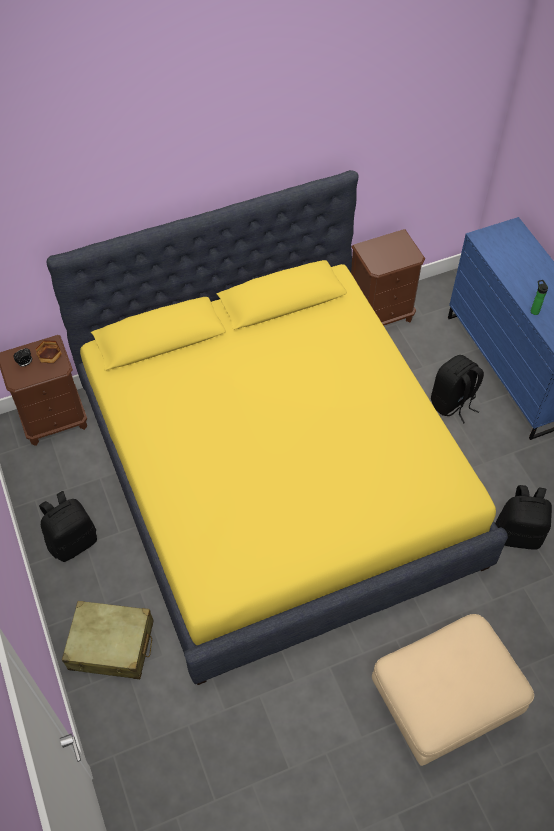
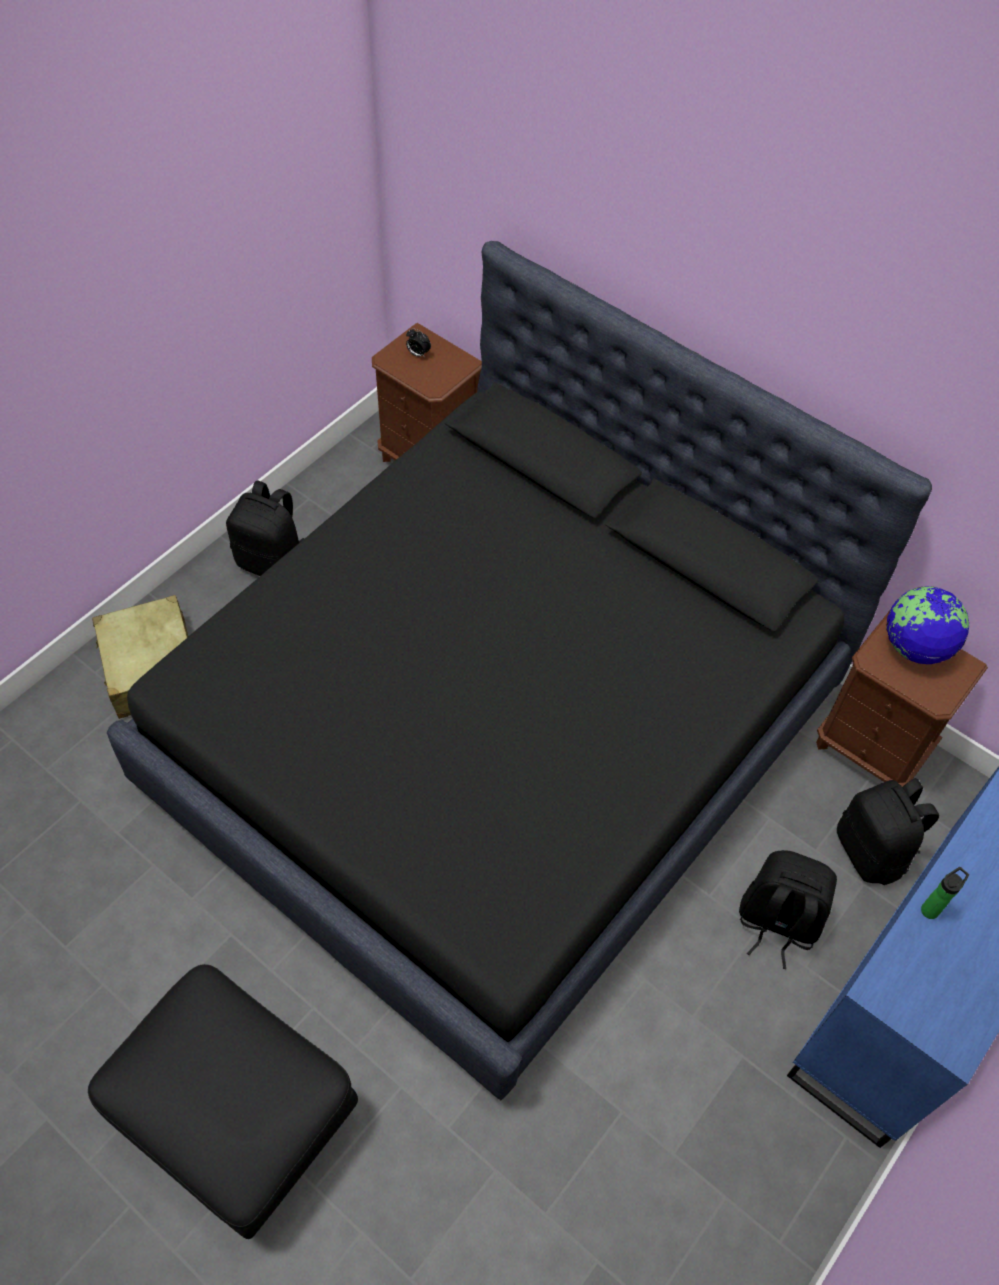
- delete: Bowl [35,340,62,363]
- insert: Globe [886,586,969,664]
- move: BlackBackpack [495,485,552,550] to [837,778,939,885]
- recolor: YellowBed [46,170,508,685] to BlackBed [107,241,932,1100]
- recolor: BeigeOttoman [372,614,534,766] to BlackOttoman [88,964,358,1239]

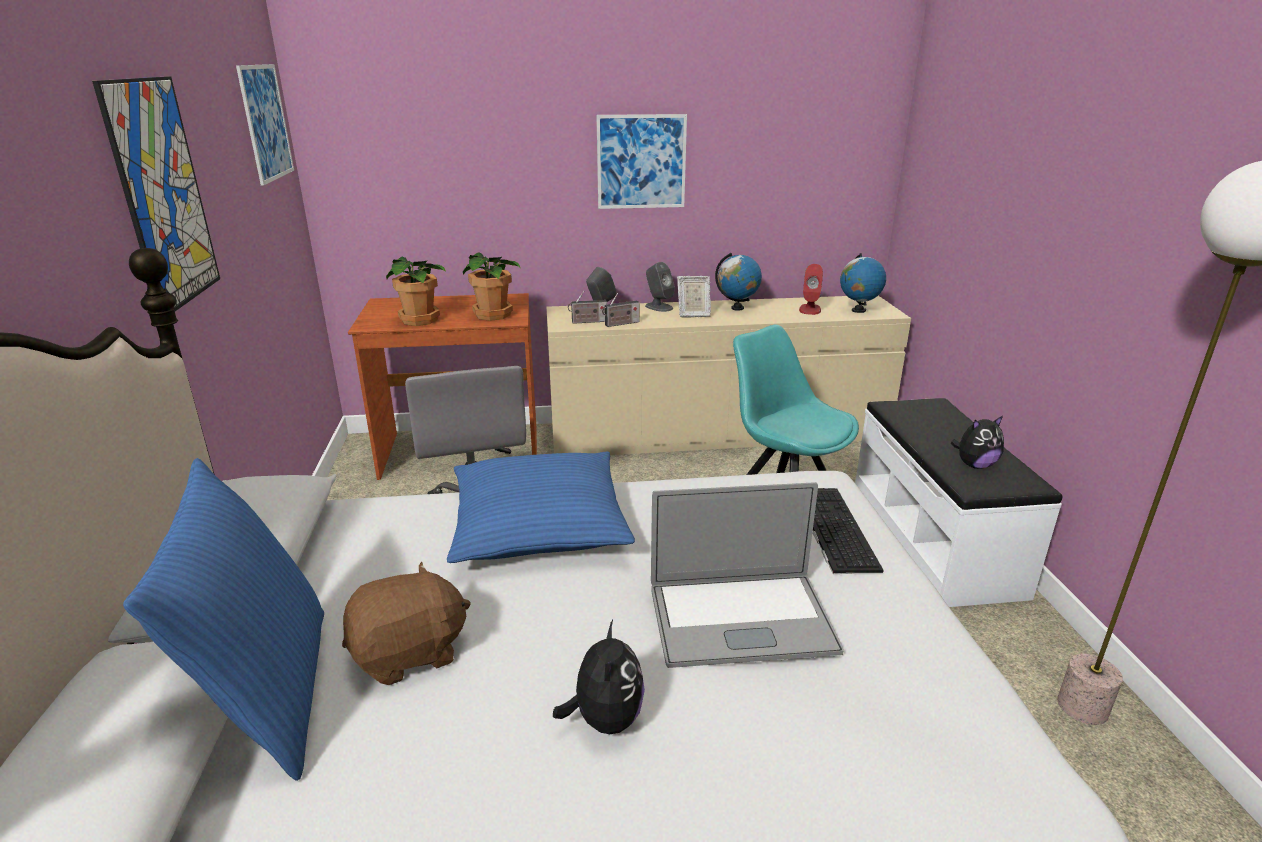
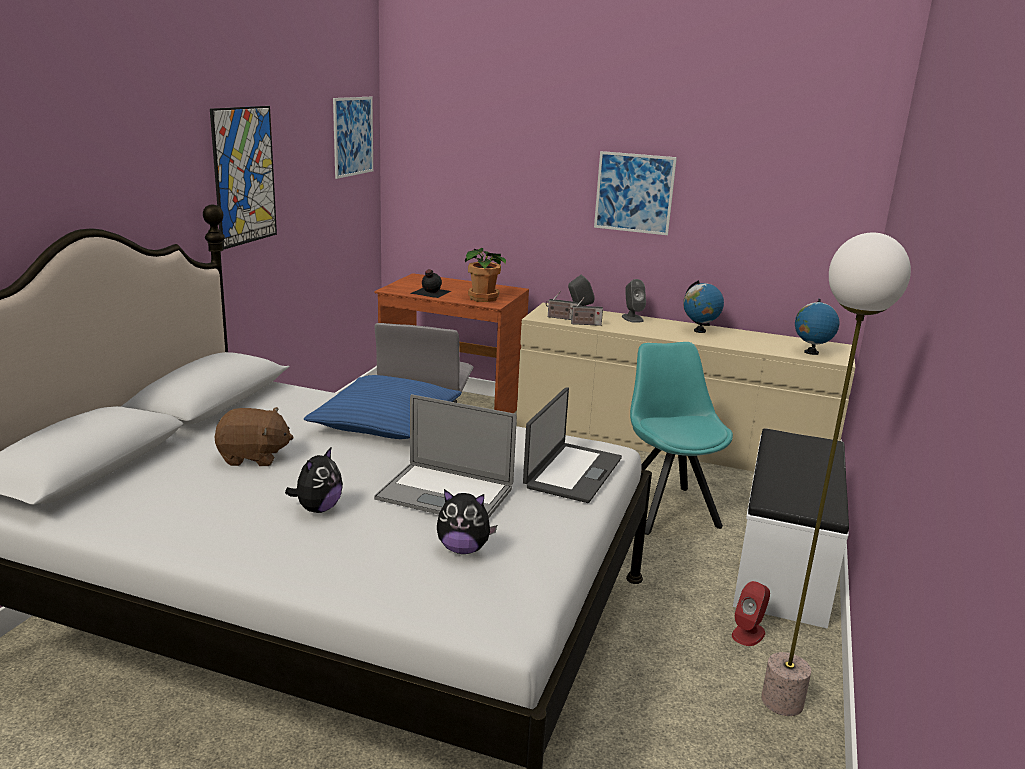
- delete: BluePillow [123,458,324,780]
- delete: PictureFrame [677,276,711,318]
- move: RedSpeaker [799,264,823,315] to [732,581,770,646]
- move: PlushToy [951,416,1004,469] to [437,489,497,554]
- replace: PottedPlant [386,257,446,326] to BlackBottle [410,269,451,298]
- replace: Keyboard [813,488,884,574] to Laptop [523,387,622,503]

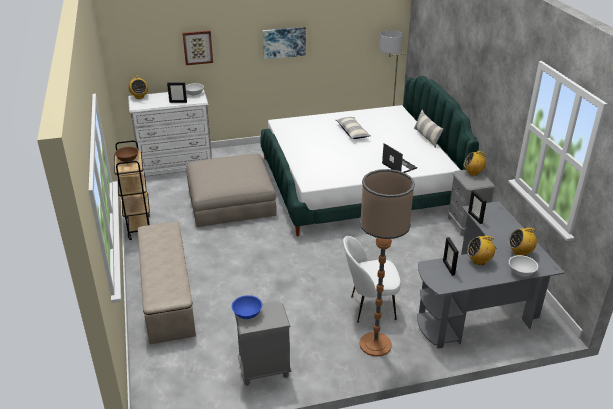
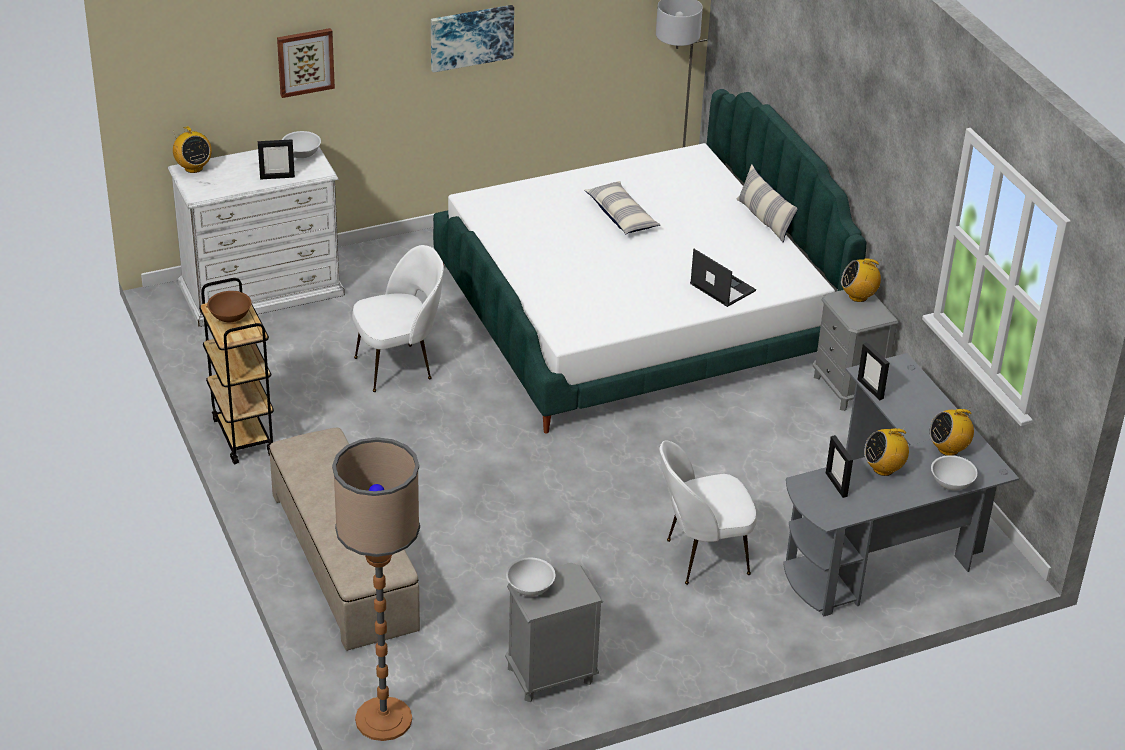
- move: FloorLamp [359,169,415,357] to [332,437,420,741]
- replace: BeigeOttoman [186,154,277,227] to WhiteChair [352,245,444,392]
- recolor: BlueBowl [231,295,262,319] to WhiteBowl [506,558,555,596]

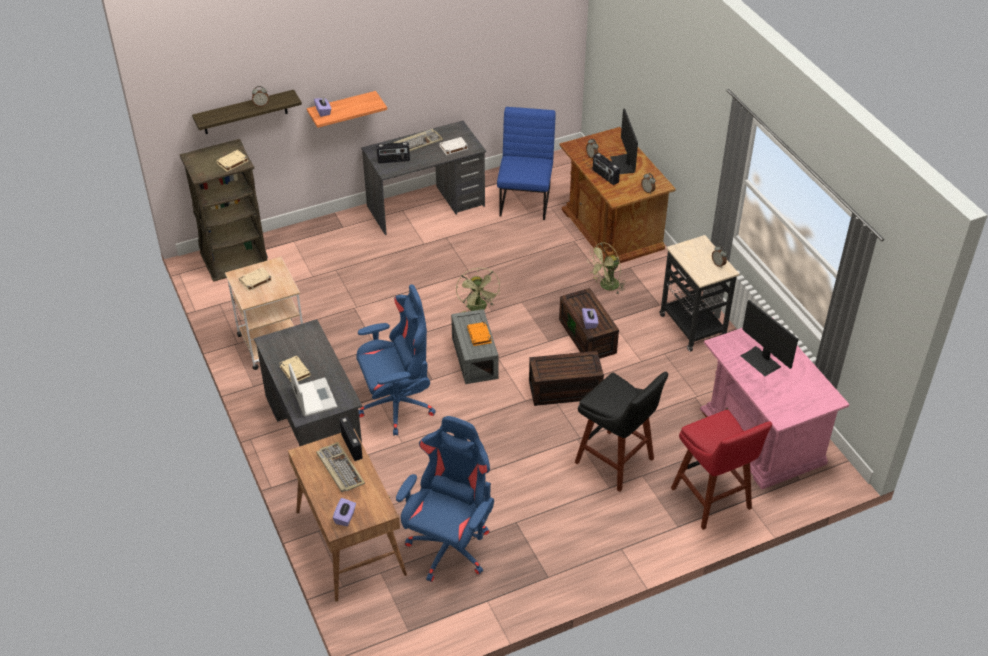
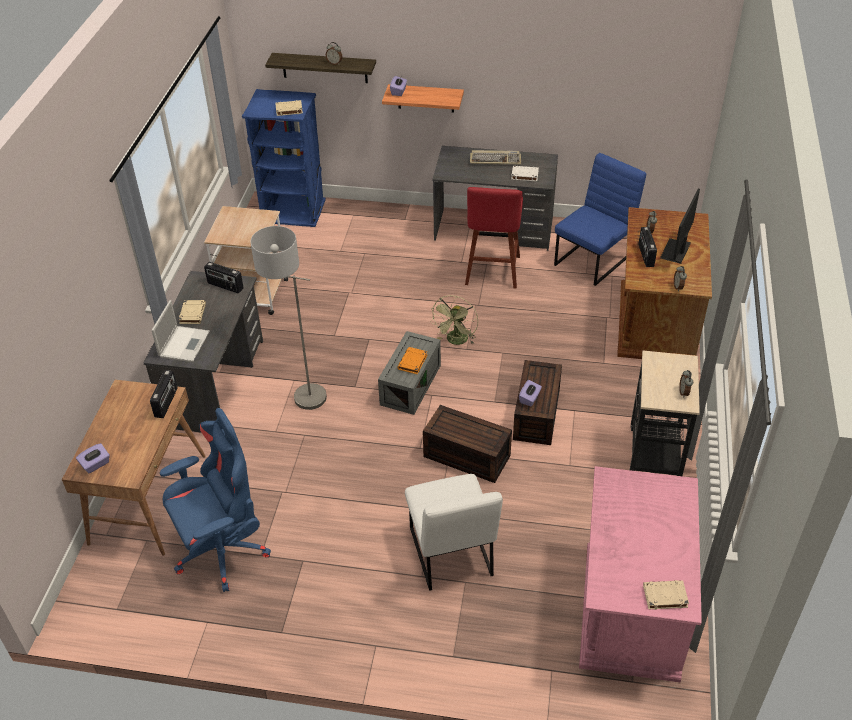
- delete: Keyboard [316,442,365,492]
- delete: GreenFan [587,242,626,294]
- delete: Monitor [740,300,798,376]
- move: BeigeBook [239,267,272,291] to [643,580,689,610]
- move: Radio [376,142,410,163] to [204,262,244,293]
- move: RedStool [671,410,772,530] to [465,187,523,289]
- replace: BlueOfficeChair [356,284,436,436] to GreyFloorLamp [251,226,327,410]
- replace: BlackStool [575,372,668,492] to WhiteChair [405,474,503,591]
- recolor: BrownBookcase [180,139,268,282] to BlueBookcase [242,89,326,227]

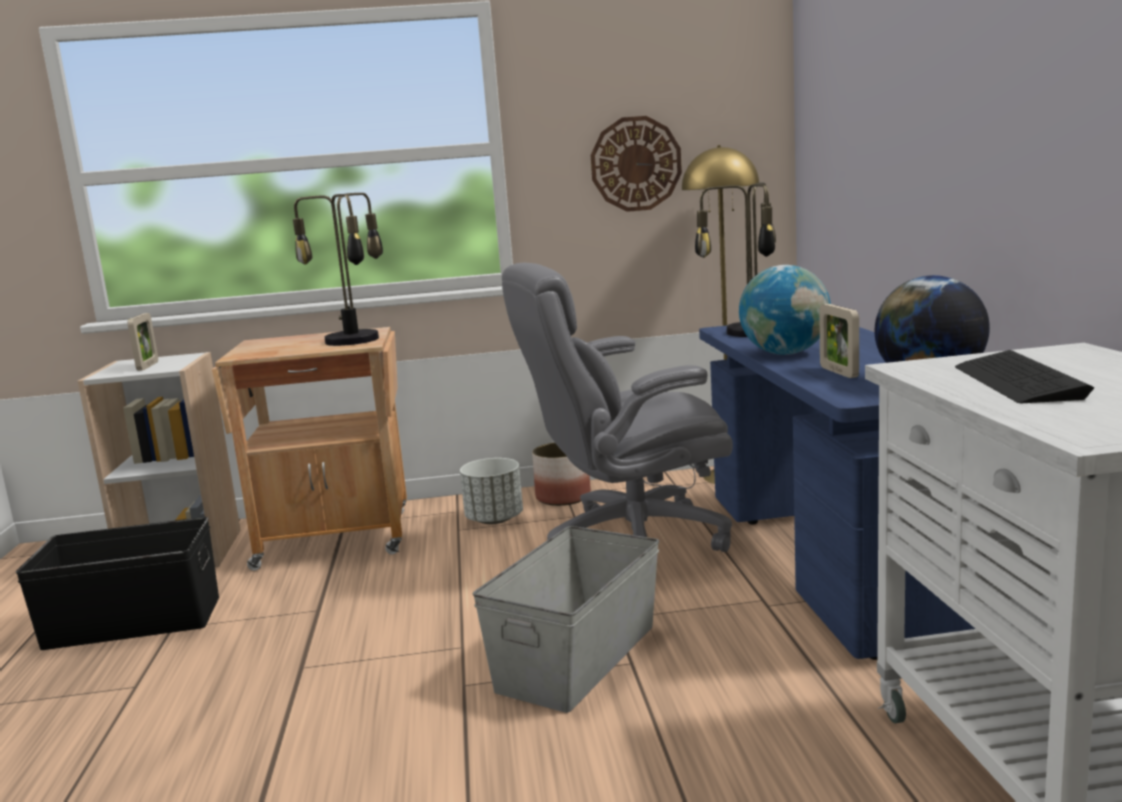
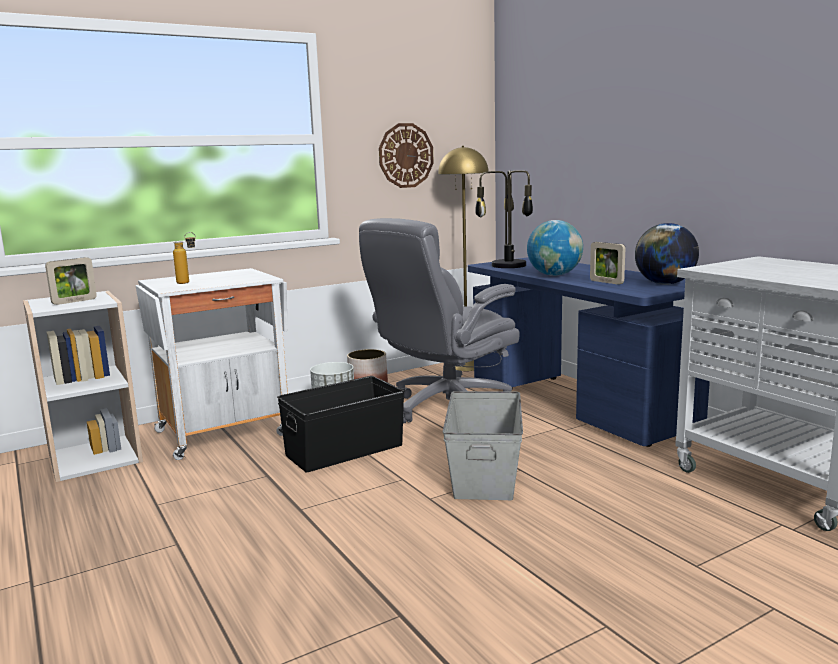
- delete: TableLamp [293,193,383,346]
- delete: Keyboard [955,350,1095,403]
- insert: Bottle [173,232,196,284]
- move: BlackStorageBox [16,517,219,650] to [277,376,405,472]
- recolor: BrownCart [212,327,407,571] to WhiteCart [135,268,288,460]
- rotate: PictureFrame [127,313,158,371] = [45,257,97,305] 75 degrees clockwise

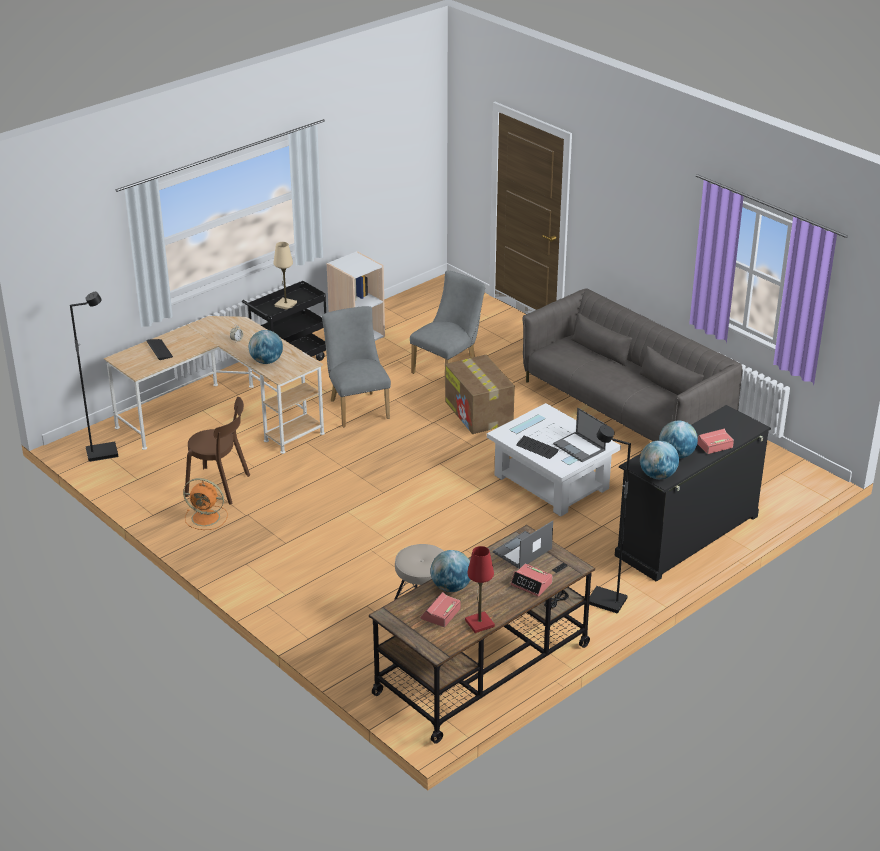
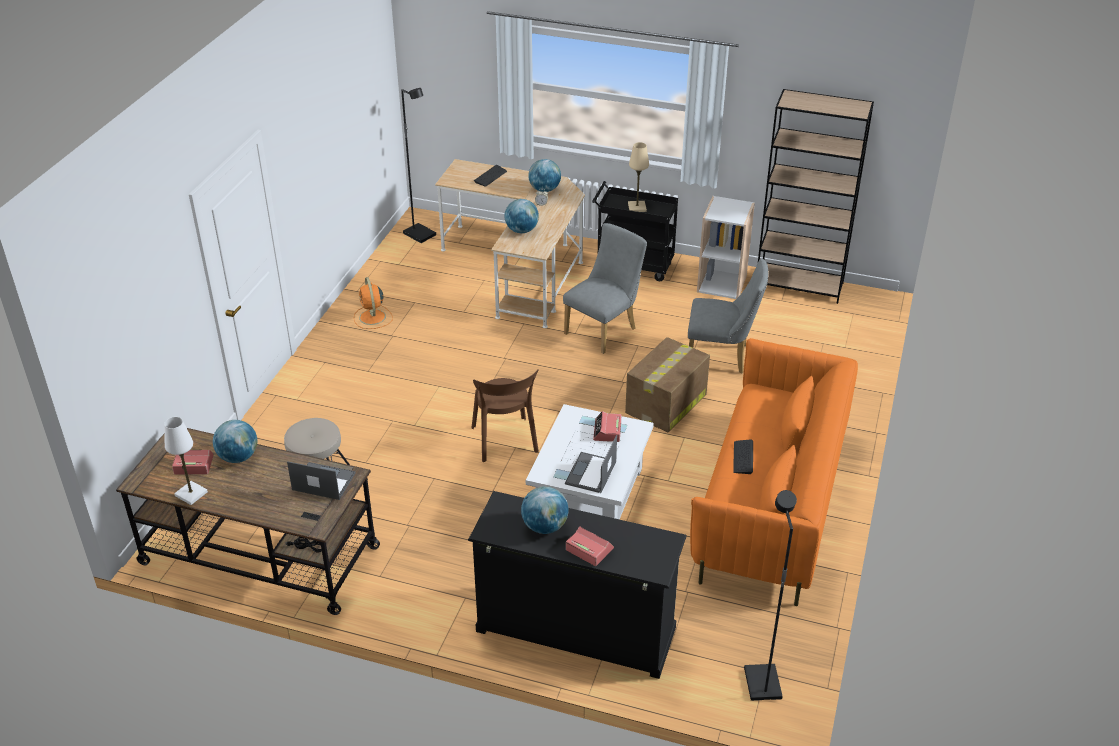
- insert: BeigeBookcase [758,89,874,304]
- move: BrownChair [185,397,250,505] to [472,369,539,462]
- move: AlarmClock [510,564,552,597] to [593,411,621,442]
- move: Keyboard [516,436,559,459] to [733,439,753,474]
- move: BlackFloorLamp [589,425,631,613] to [744,490,797,701]
- move: Globe [640,441,679,479] to [528,159,561,192]
- recolor: RedTableLamp [465,546,495,633] to WhiteTableLamp [164,417,208,505]
- recolor: GreySofa [522,288,742,441] to OrangeSofa [690,338,858,606]

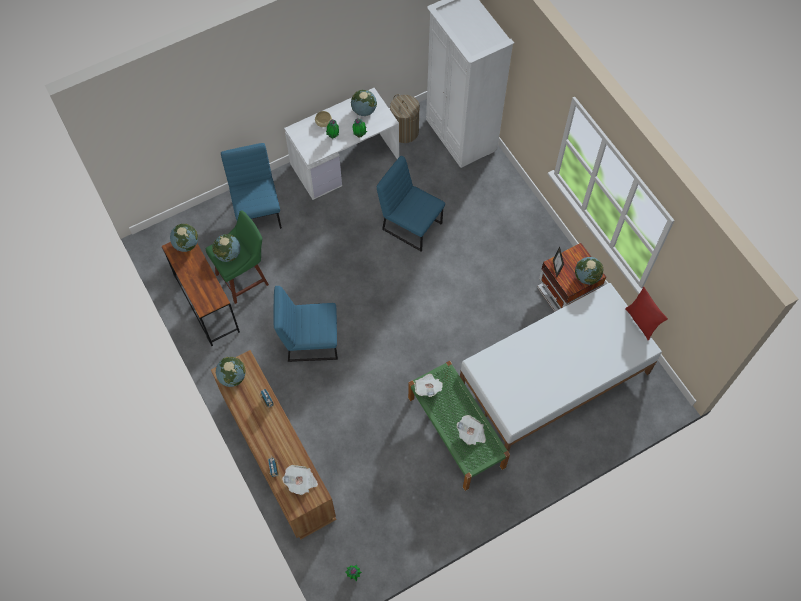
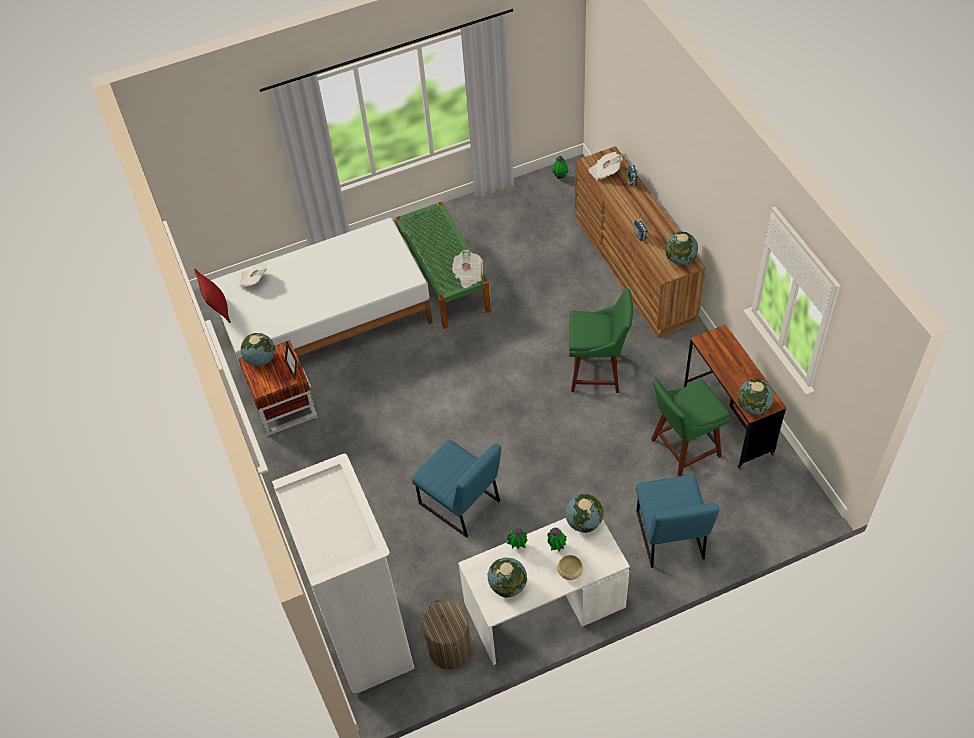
- move: Globe [212,234,241,262] to [566,494,604,533]
- move: Newspaper [457,415,486,445] to [239,263,267,286]
- replace: BlueChair [274,286,338,362] to GreenStool [569,288,633,393]

